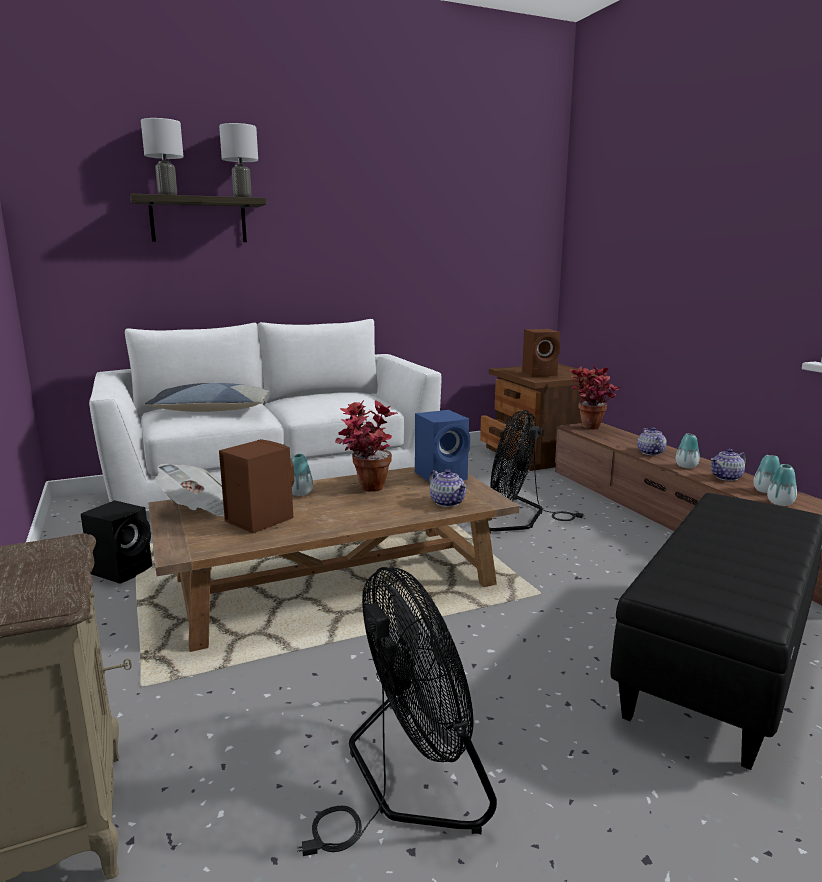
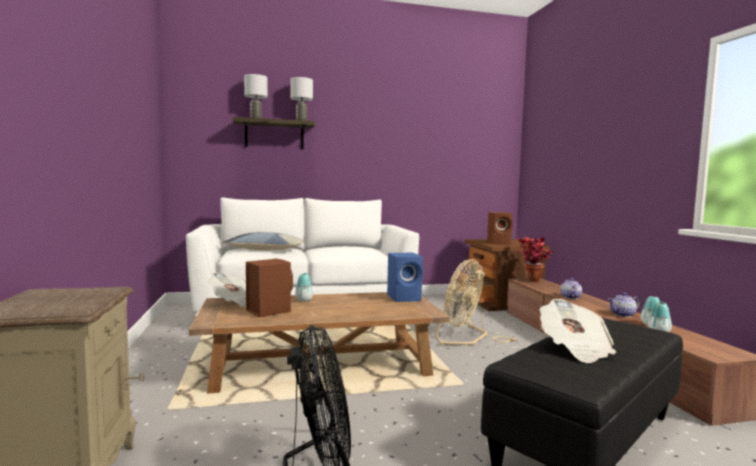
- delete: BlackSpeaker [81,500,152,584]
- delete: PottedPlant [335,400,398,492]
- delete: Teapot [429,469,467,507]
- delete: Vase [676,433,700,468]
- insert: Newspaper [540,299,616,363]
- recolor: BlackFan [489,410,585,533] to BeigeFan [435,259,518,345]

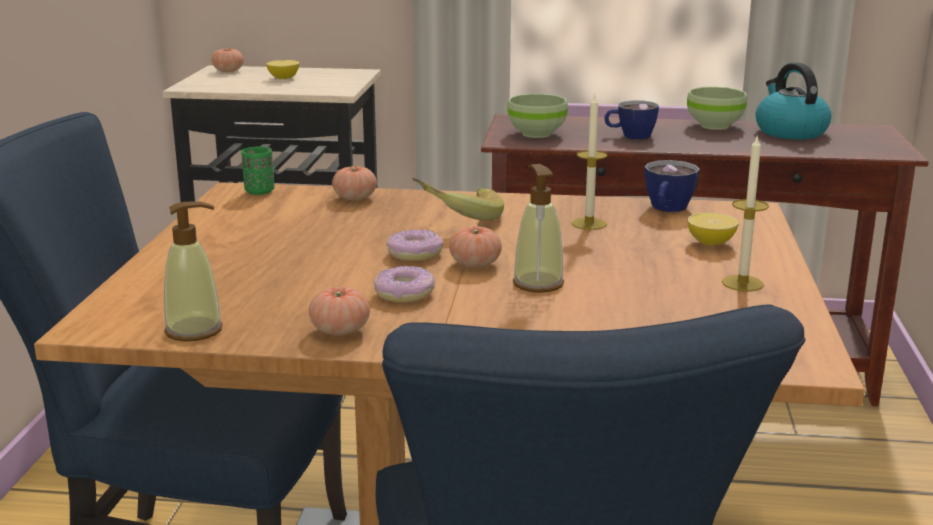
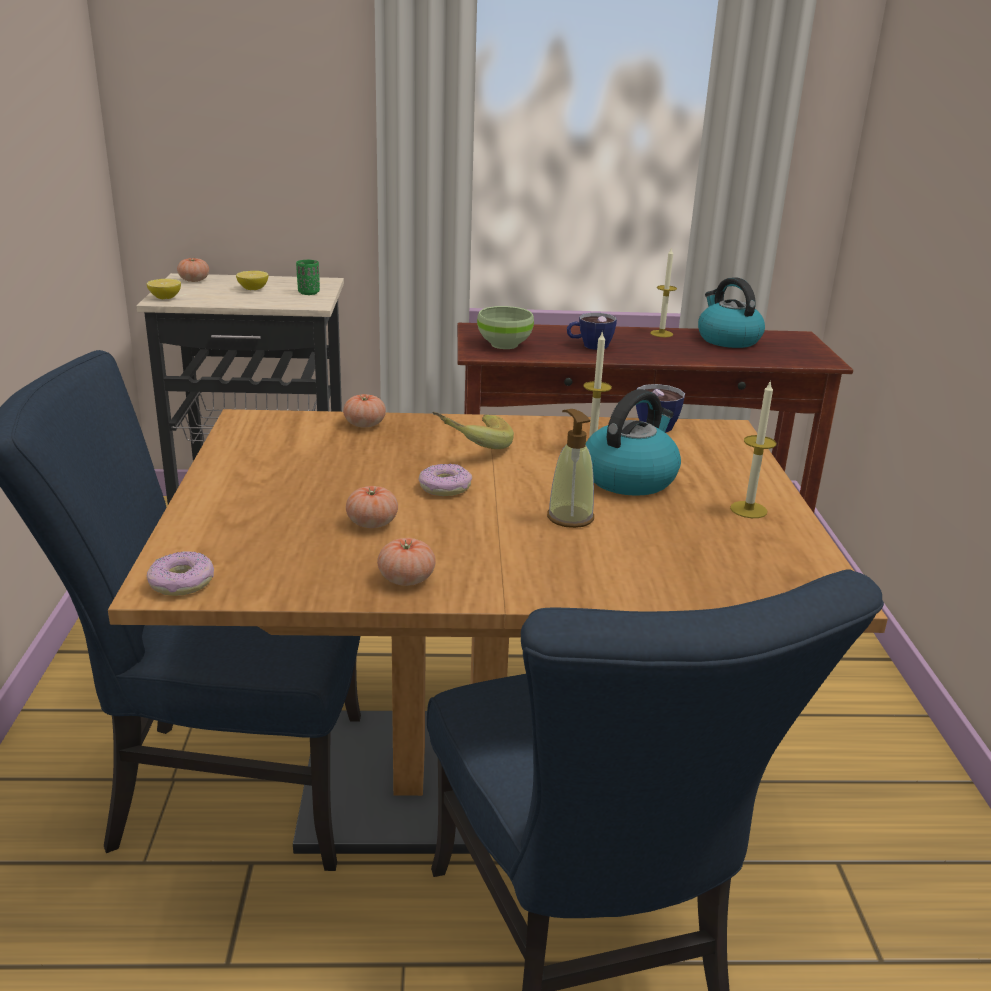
- delete: SoapDispenser [164,201,223,342]
- insert: Kettle [586,389,681,496]
- move: GreenCup [241,146,275,195] to [296,260,320,295]
- move: Donut [374,266,435,303] to [147,551,214,596]
- move: Tomato [449,226,502,268] to [346,486,398,528]
- move: Lemon [688,213,739,246] to [147,279,181,299]
- replace: GreenBowl [687,87,747,130] to Candle [650,247,677,337]

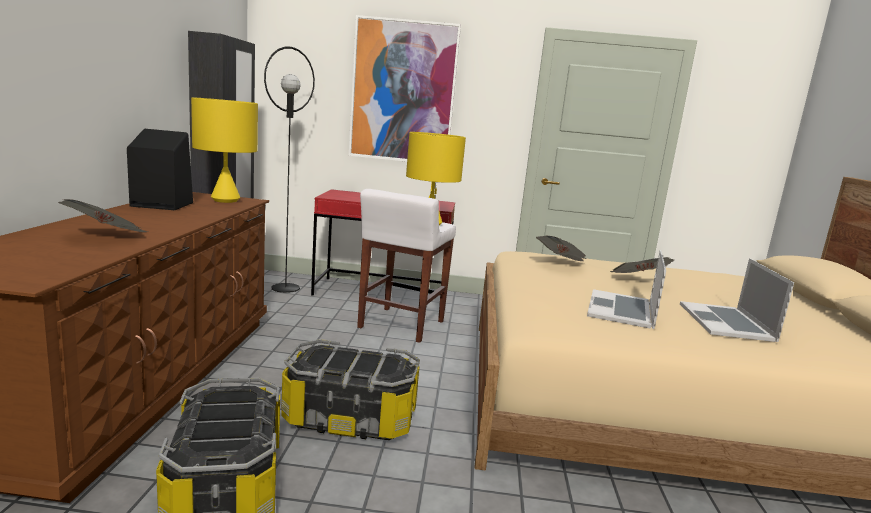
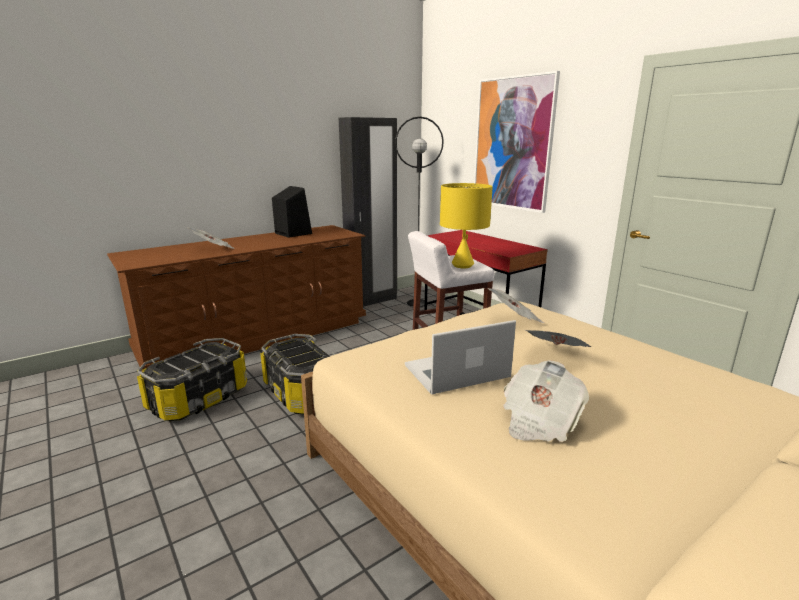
- delete: YellowTableLamp [191,97,258,203]
- replace: Laptop [680,258,794,342] to Newspaper [503,360,589,442]

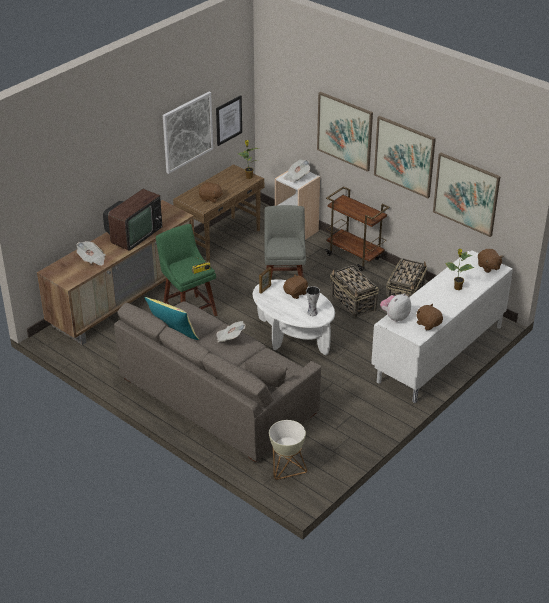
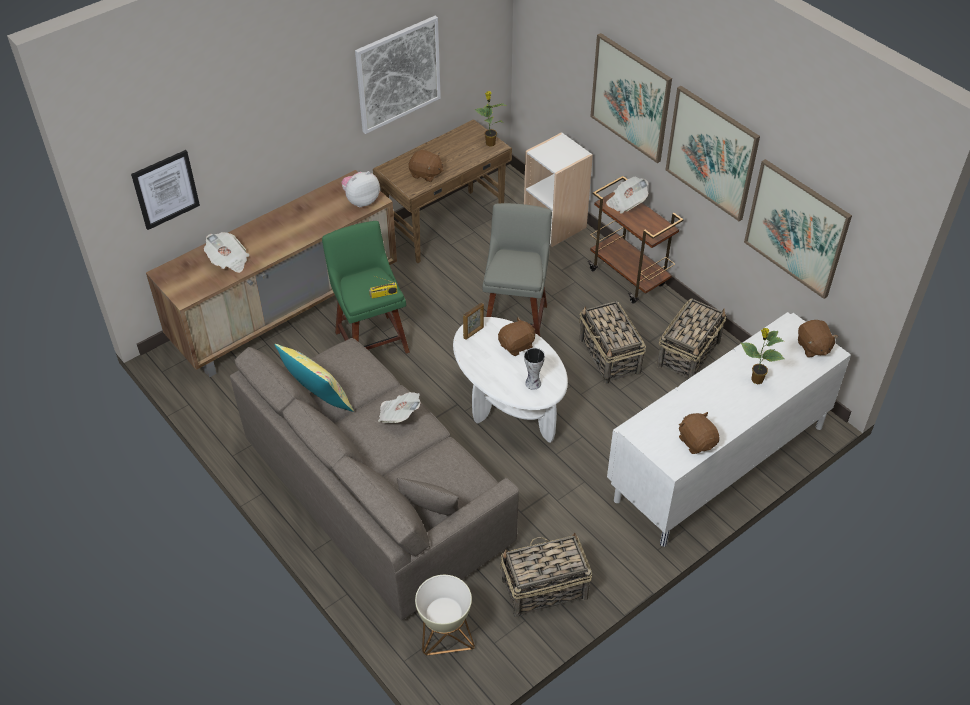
- delete: Television [103,189,162,250]
- insert: Basket [500,532,592,618]
- move: Picture [216,95,242,146] to [131,150,200,230]
- move: Newspaper [284,159,311,182] to [606,177,649,214]
- move: PlushToy [380,293,411,322] to [342,171,380,207]

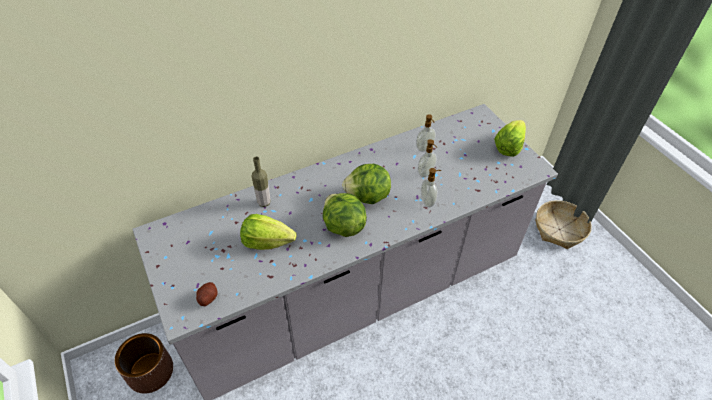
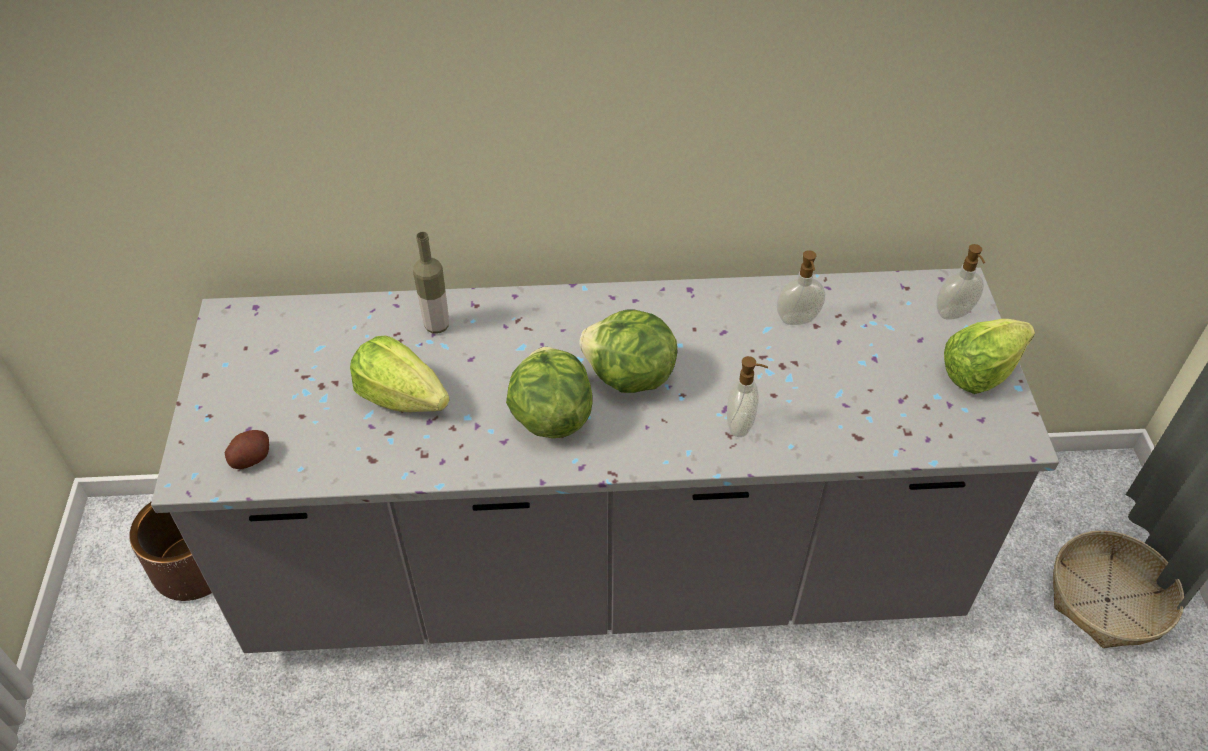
- move: SoapDispenser [418,139,437,177] to [936,244,985,320]

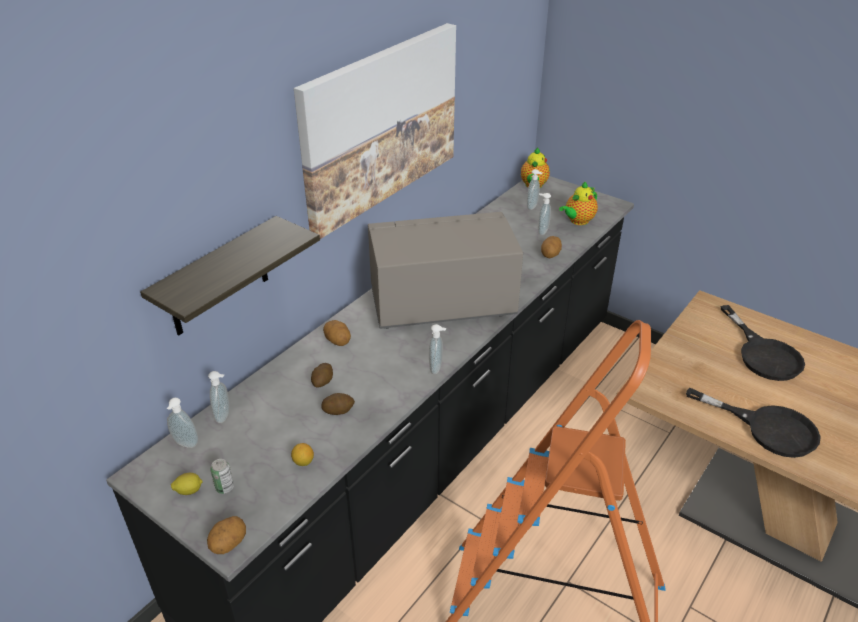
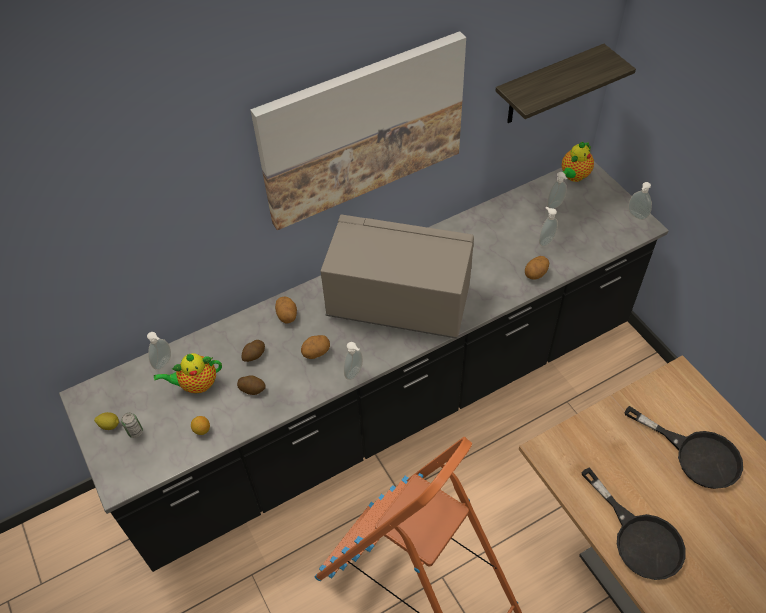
- move: Shelf [140,216,320,335] to [495,44,636,123]
- move: SoapDispenser [167,398,199,448] to [629,182,652,220]
- move: Potato [207,516,246,554] to [301,335,330,359]
- move: Teapot [559,181,598,225] to [154,353,222,393]
- rotate: BlackFryingPan [721,305,805,381] = [625,406,743,489] 60 degrees counterclockwise

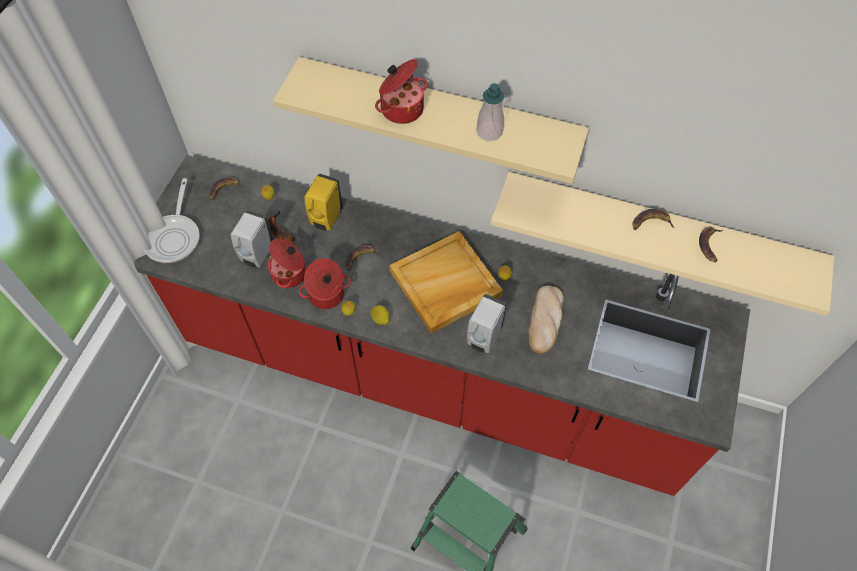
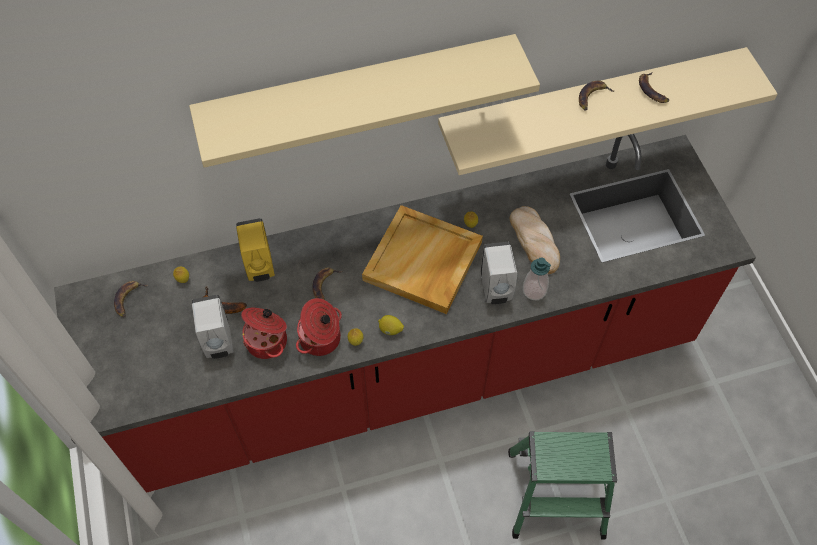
- delete: FryingPan [143,178,200,263]
- delete: CookingPot [375,59,428,124]
- move: SoapDispenser [477,83,504,141] to [523,257,551,300]

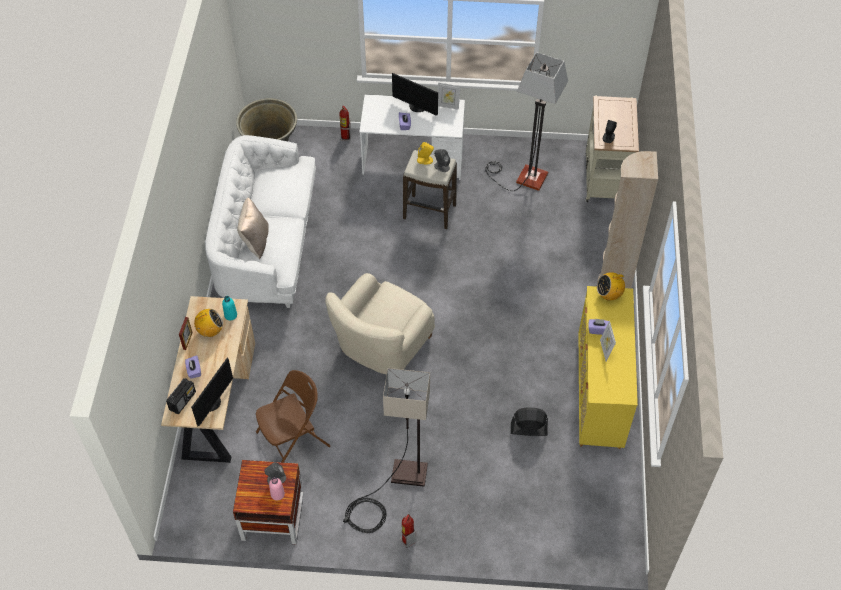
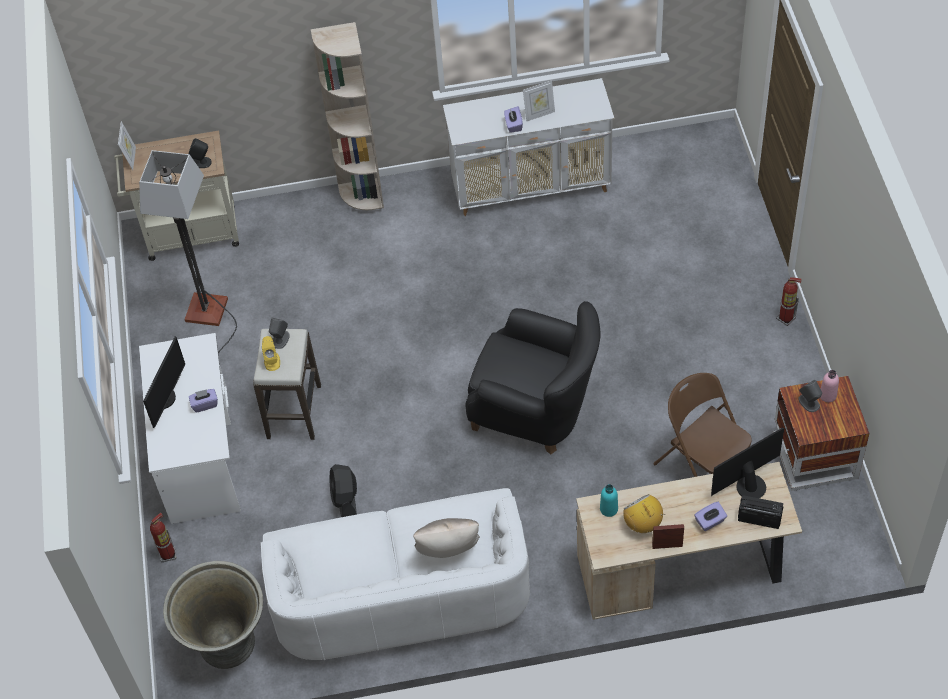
- delete: FloorLamp [343,368,430,533]
- delete: Radio [597,270,625,301]
- move: PictureFrame [438,83,460,110] to [118,121,136,170]
- move: BlackFan [511,407,548,436] to [329,464,357,517]
- recolor: BeigeArmchair [325,273,435,374] to BlackArmchair [465,301,601,454]
- recolor: YellowCabinet [578,286,638,449] to WhiteCabinet [443,78,614,216]
- rotate: Monitor [191,357,233,427] = [711,428,784,498] 45 degrees counterclockwise

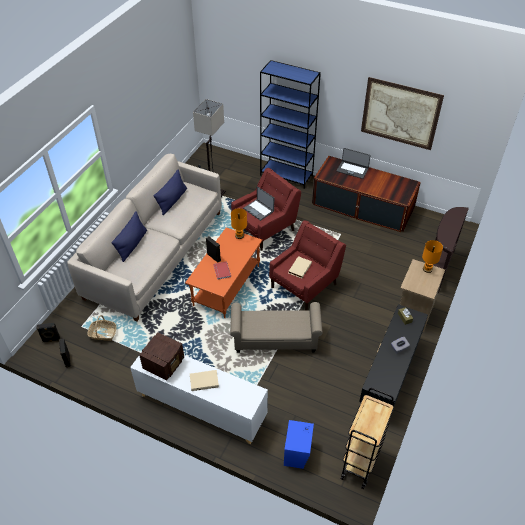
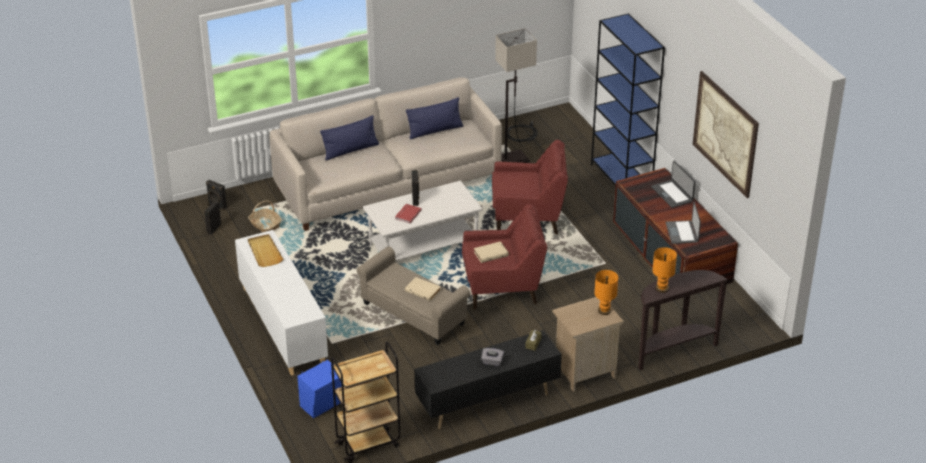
- move: BeigeBook [190,370,219,391] to [405,277,441,301]
- move: OrangeTableLamp [231,208,247,239] to [652,247,677,293]
- move: Laptop [243,186,274,221] to [665,201,701,244]
- replace: Radio [139,332,184,380] to BeigeTray [248,234,283,267]
- recolor: OrangeCoffeeTable [185,227,262,318] to WhiteCoffeeTable [363,181,483,261]

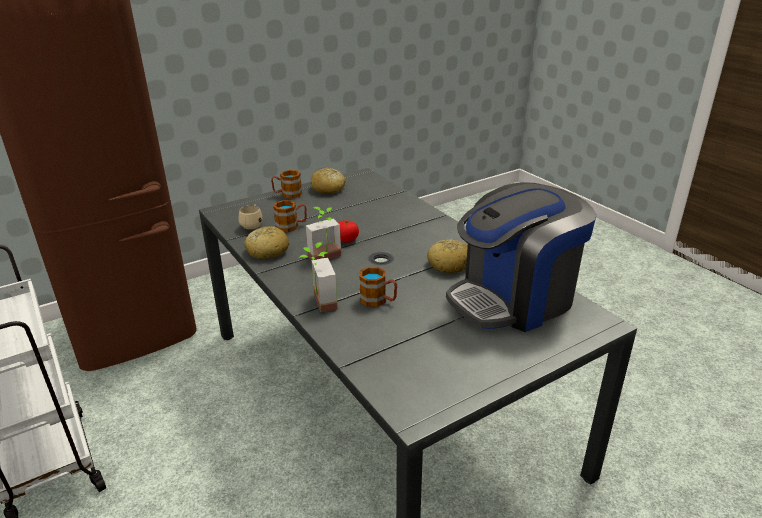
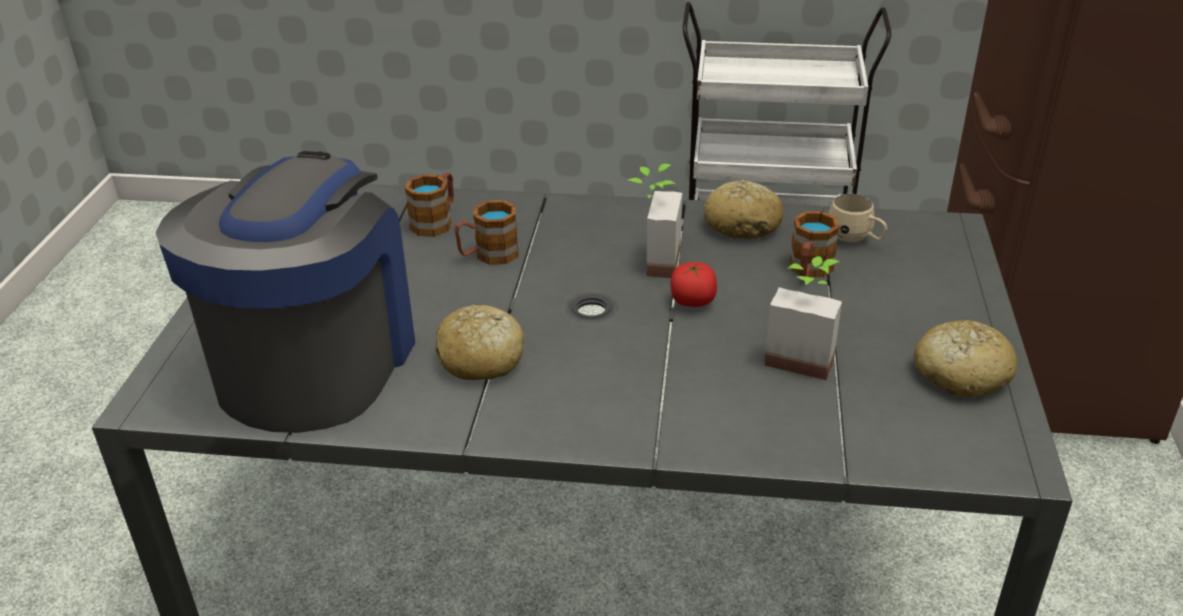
- move: Mug [271,170,302,199] to [405,172,454,237]
- move: PottedPlant [300,242,338,312] to [764,256,842,380]

